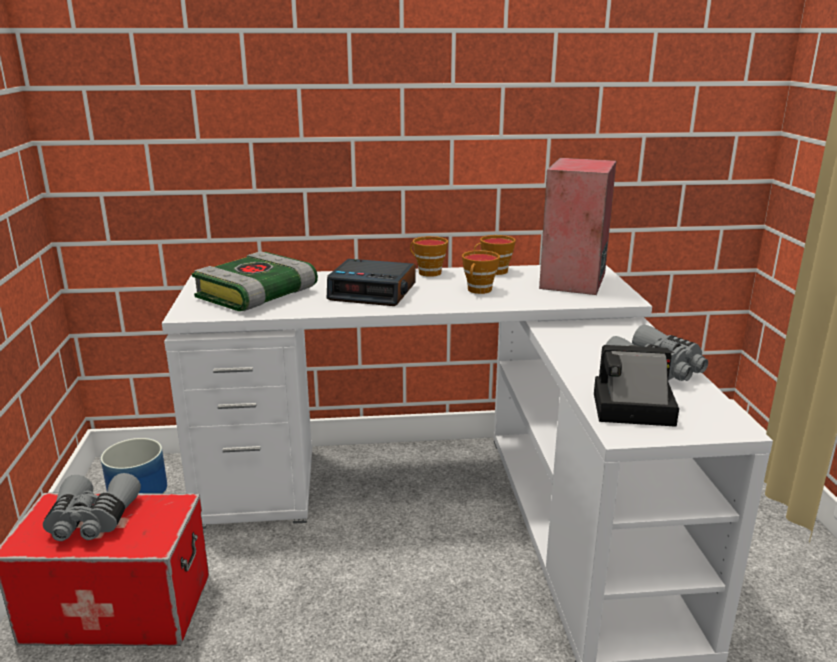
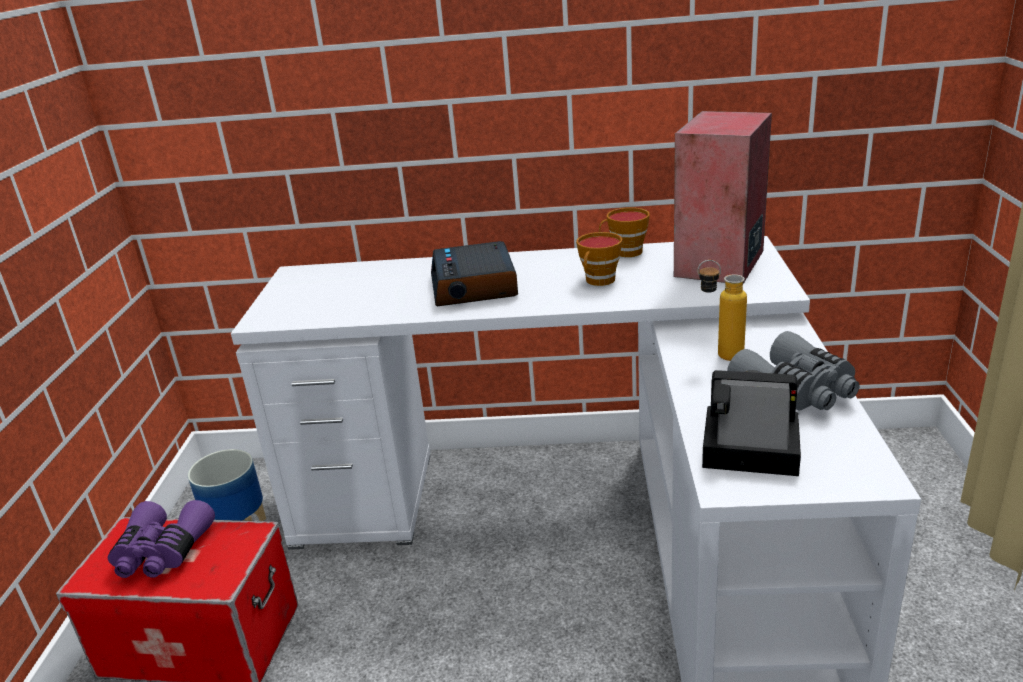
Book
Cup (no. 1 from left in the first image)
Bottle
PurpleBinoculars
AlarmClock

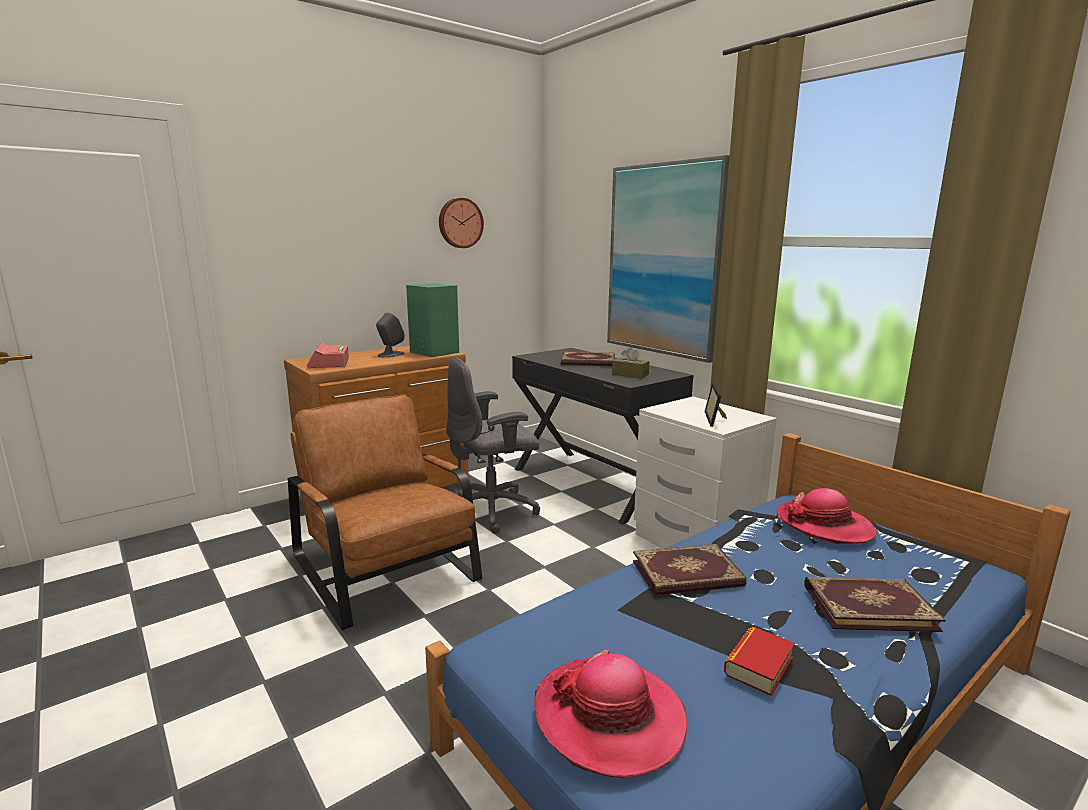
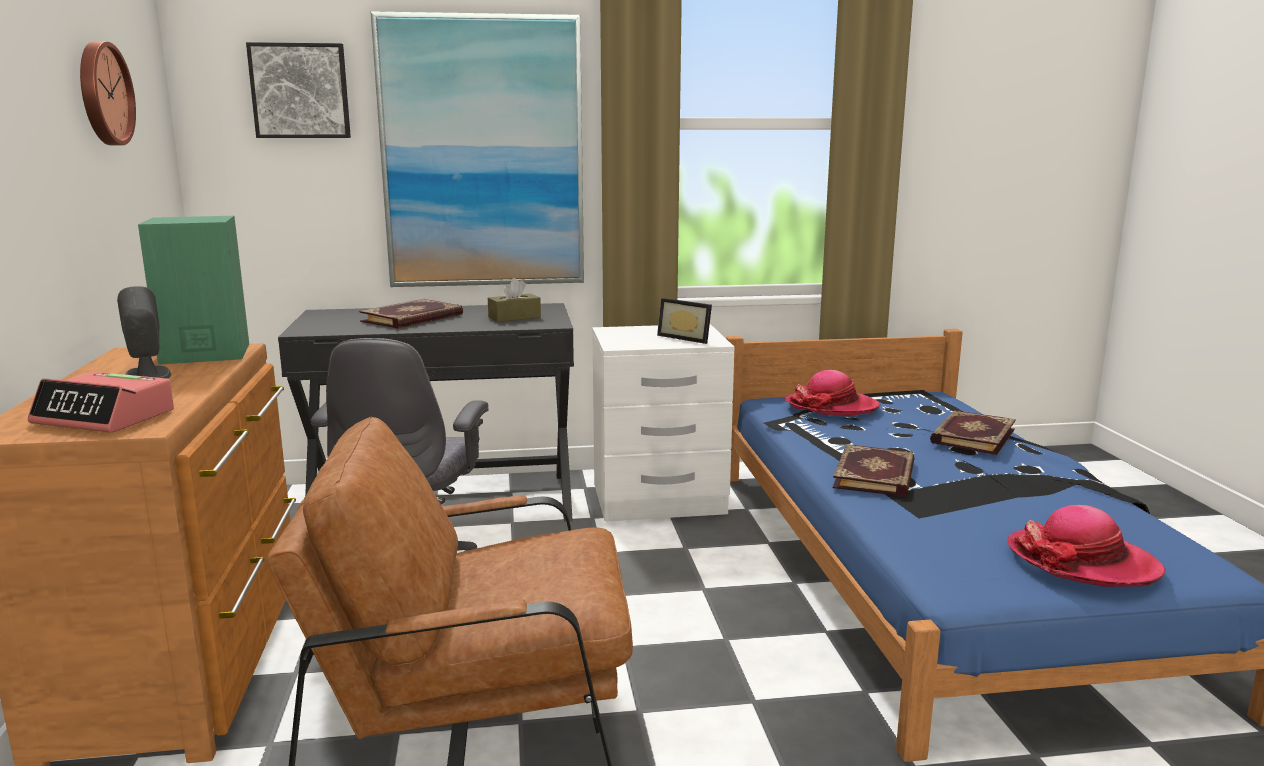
Book (no. 3 from left in the first image)
Picture (no. 1 from left)

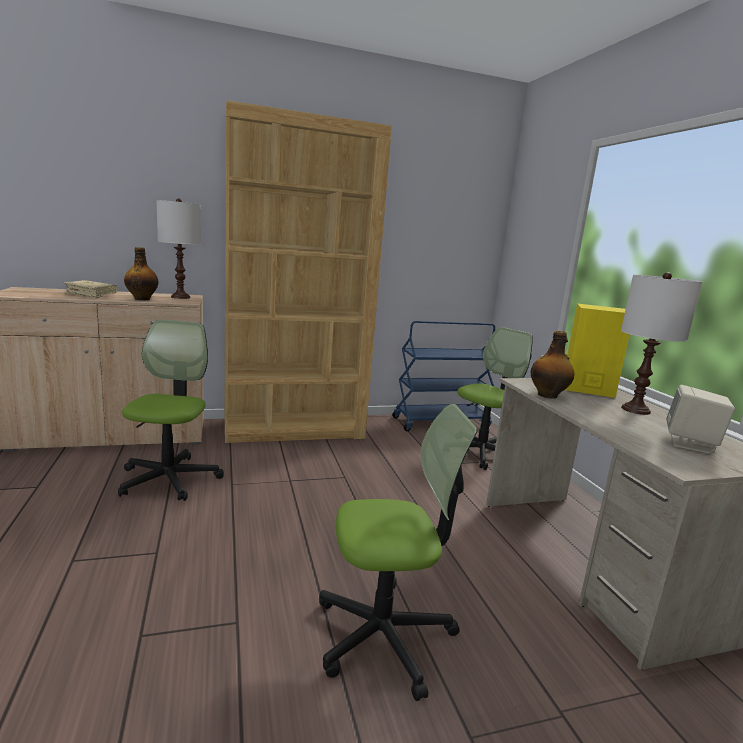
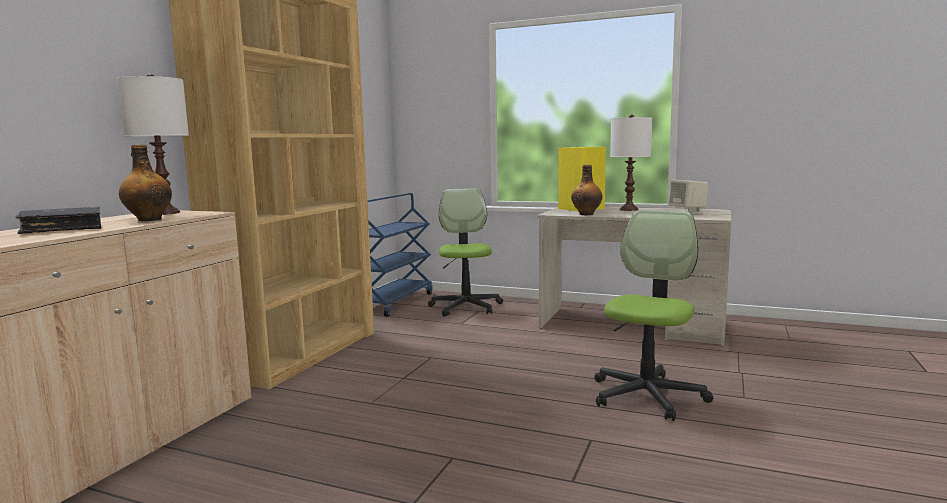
OfficeChair (no. 1 from left in the first image)
BlackBook

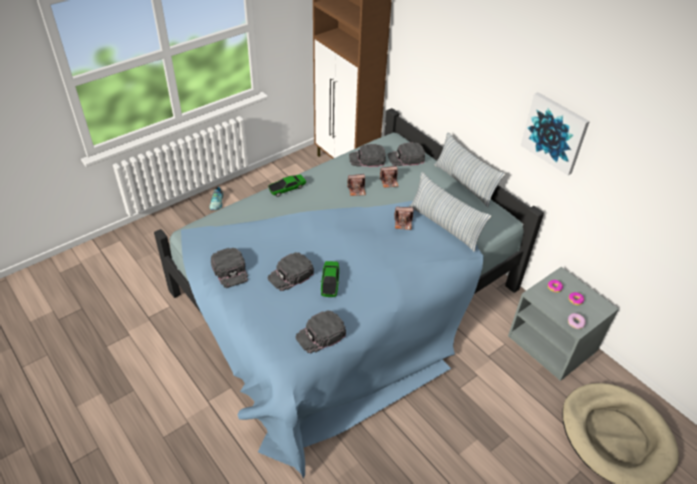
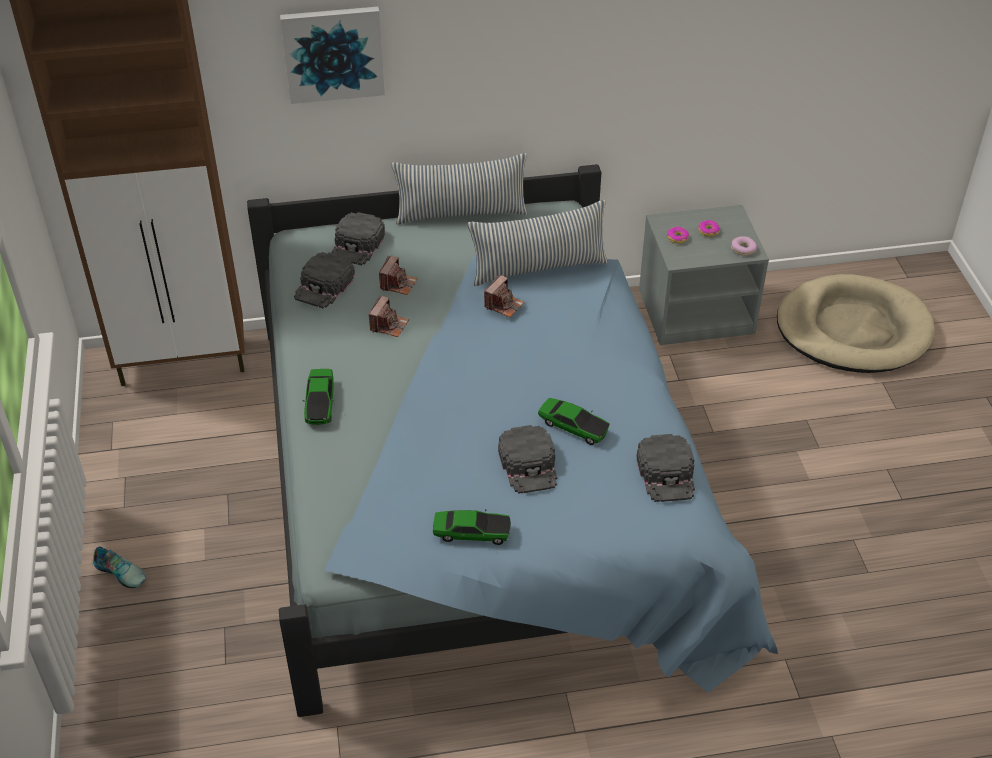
Picture
ToyCar (no. 2 from left)

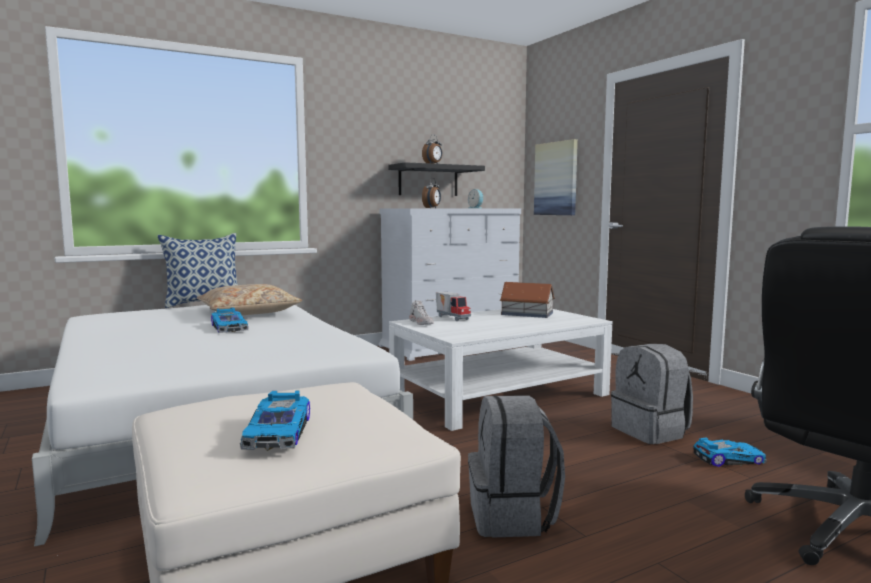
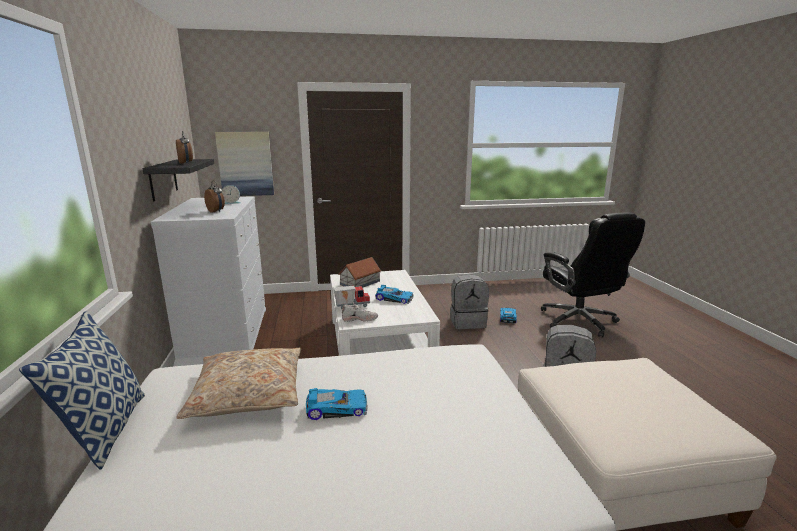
ToyCar (no. 2 from left)

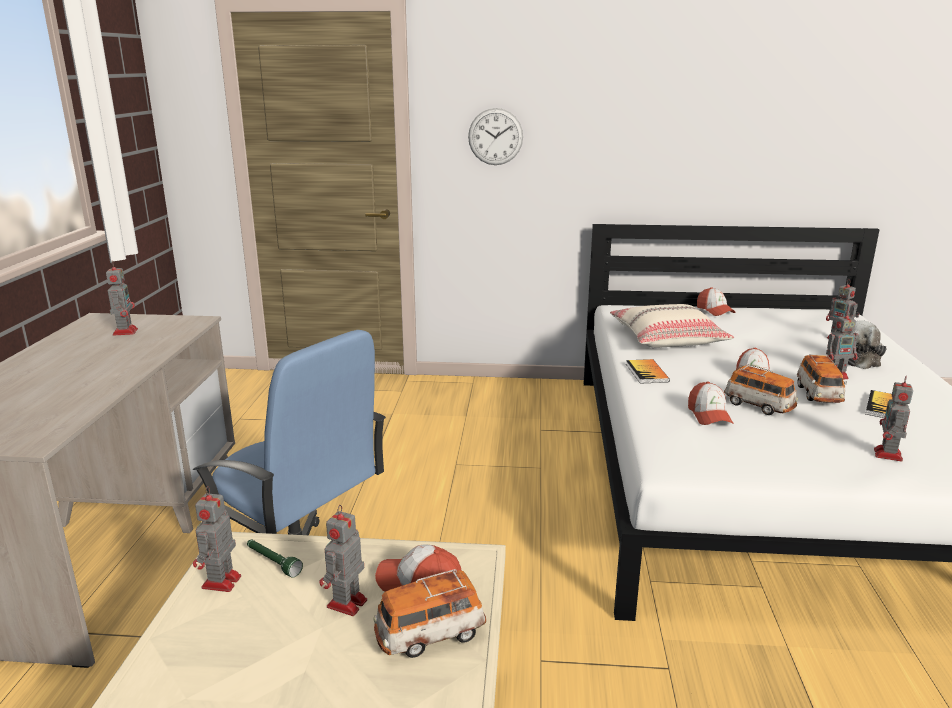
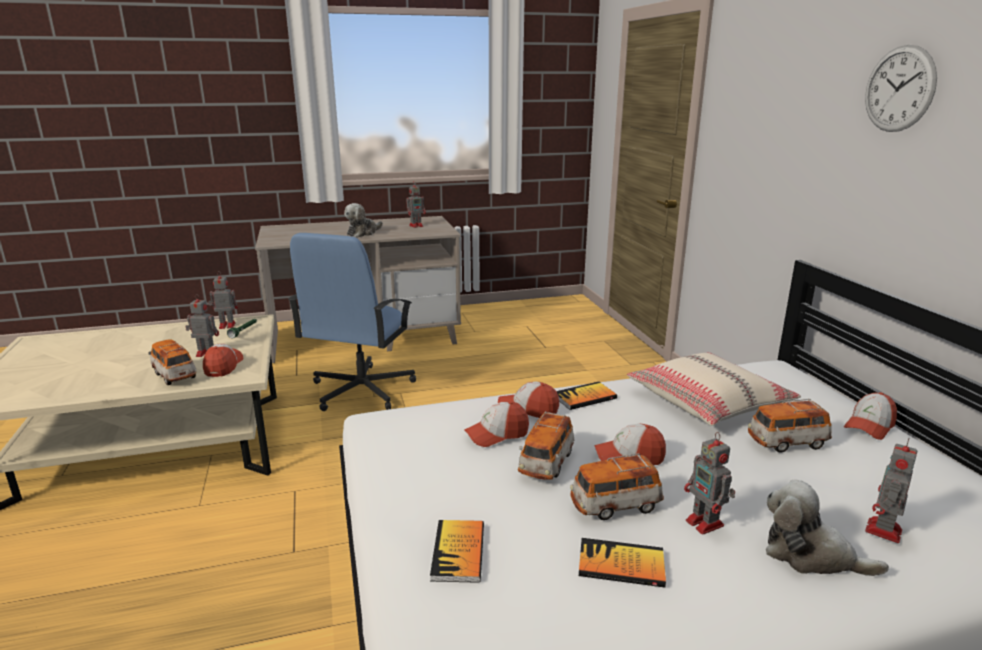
PlushToy (no. 1 from left)
Cap (no. 3 from left)
ToyCar (no. 4 from left)
WallClock
Book (no. 1 from left)

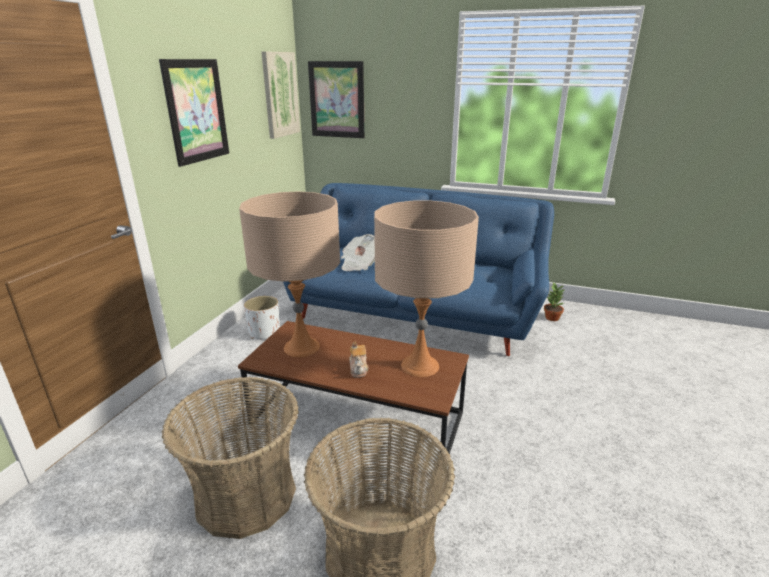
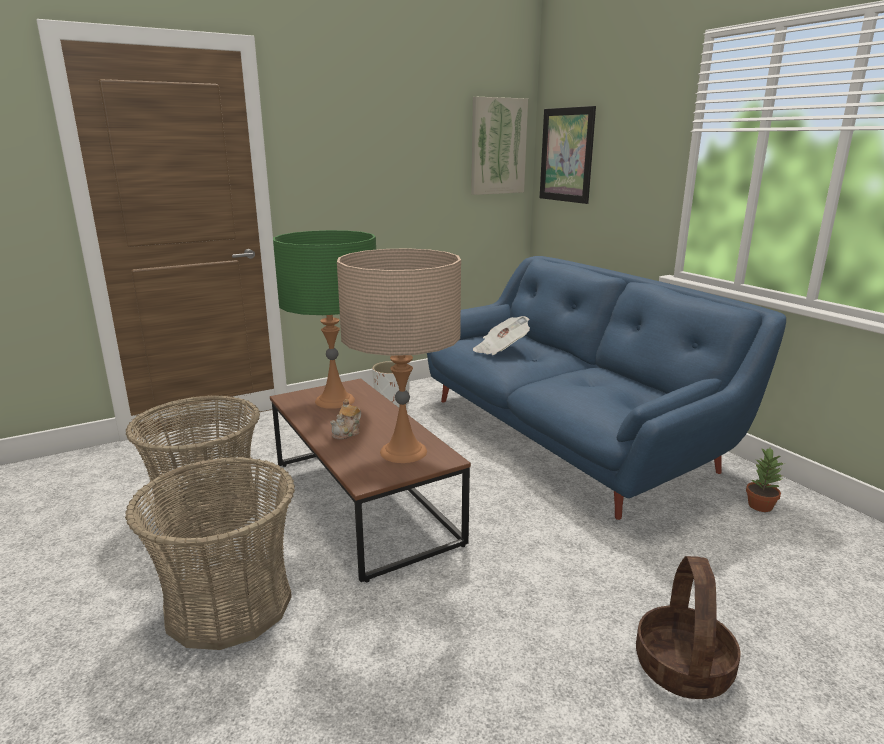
Picture (no. 1 from left in the first image)
Basket (no. 3 from left)
GreenTableLamp

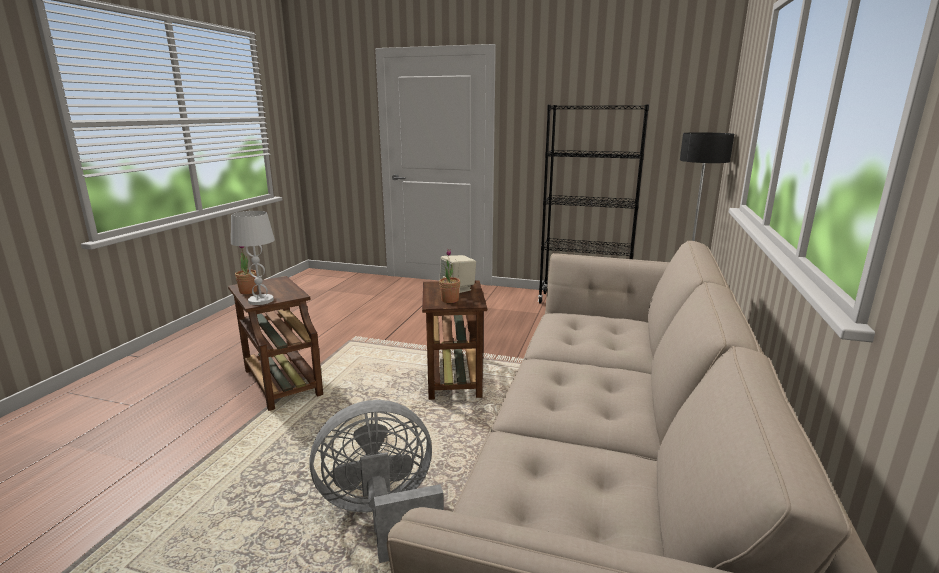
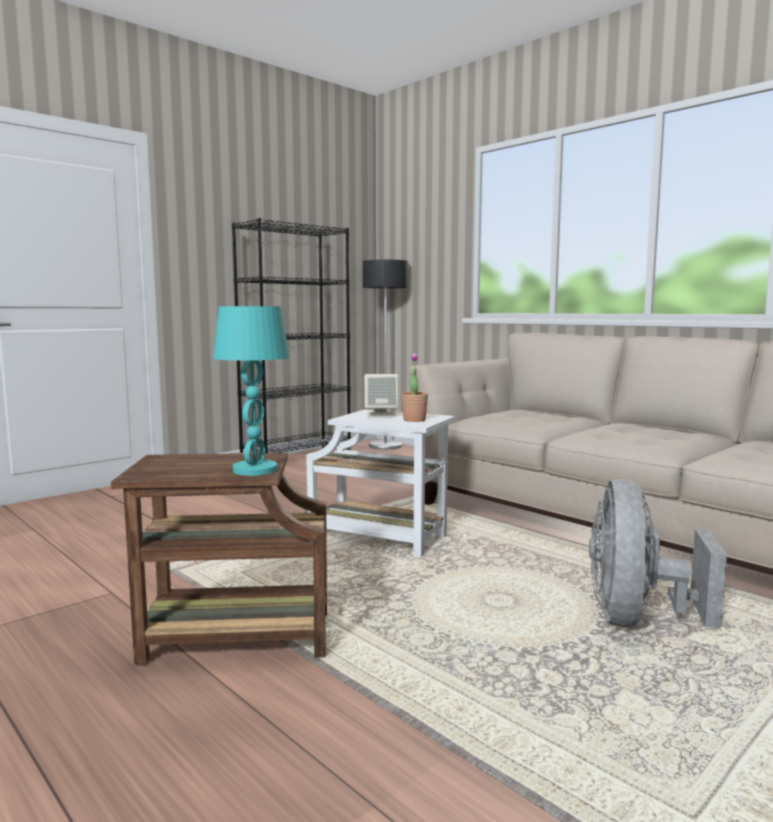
PottedPlant (no. 1 from left in the first image)
TurquoiseTableLamp
WhiteSideTable

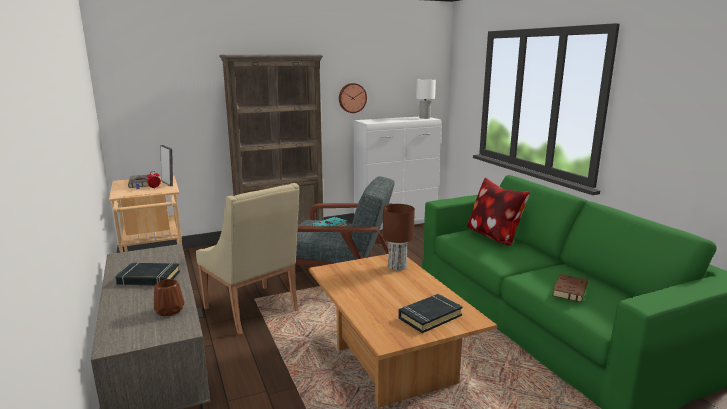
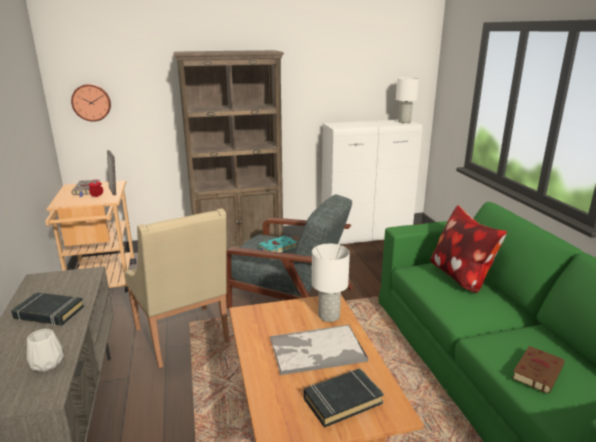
Tray
WallClock
WhiteVase
WhiteTableLamp (no. 1 from left)

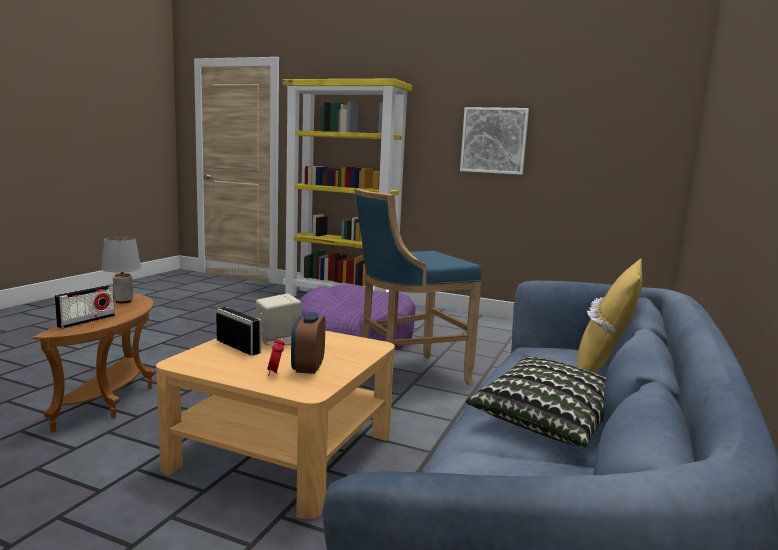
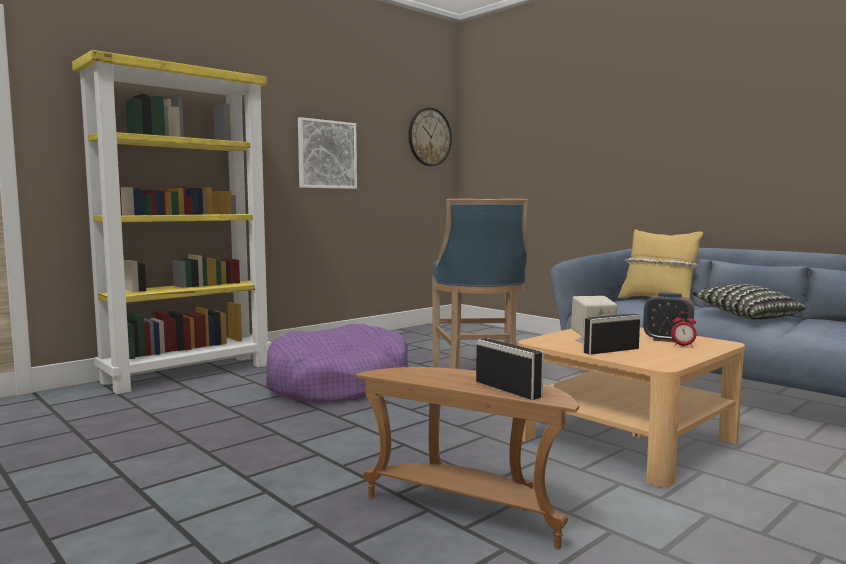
GreyTableLamp
WallClock

